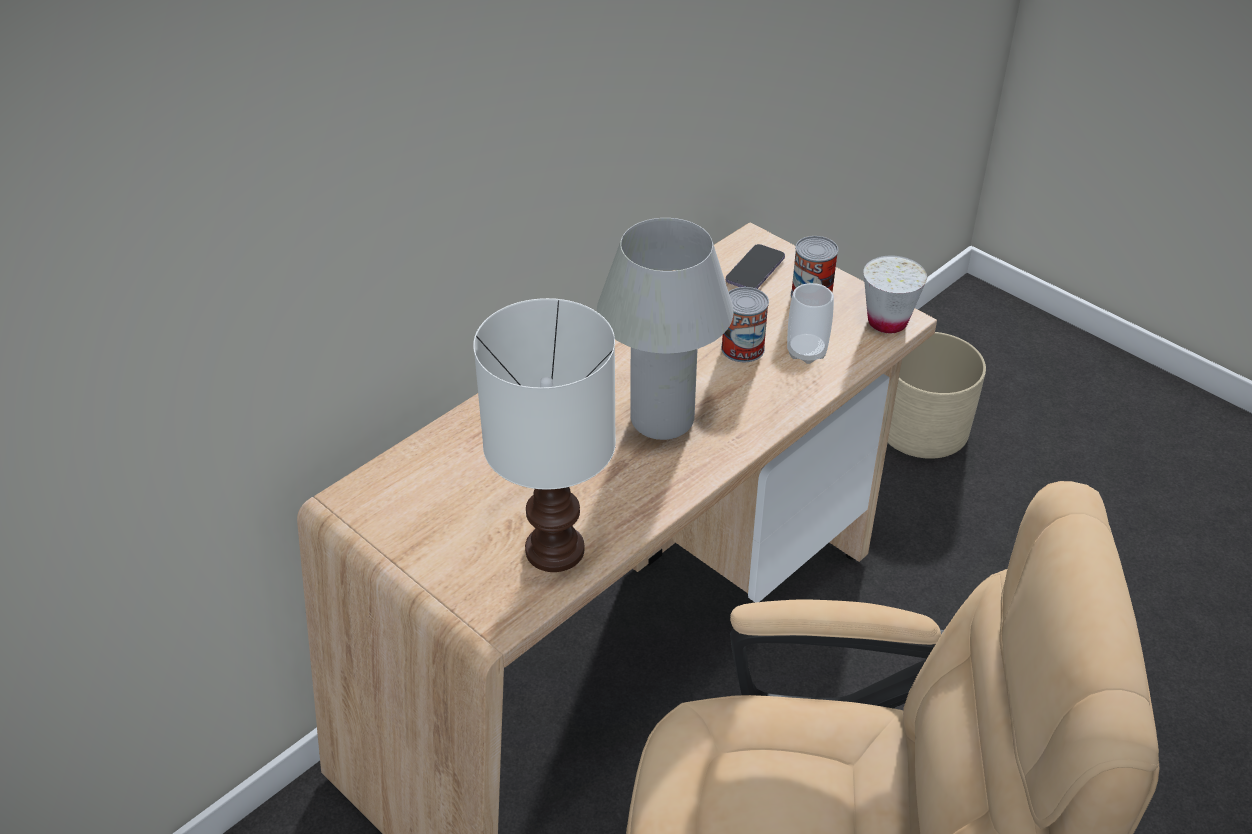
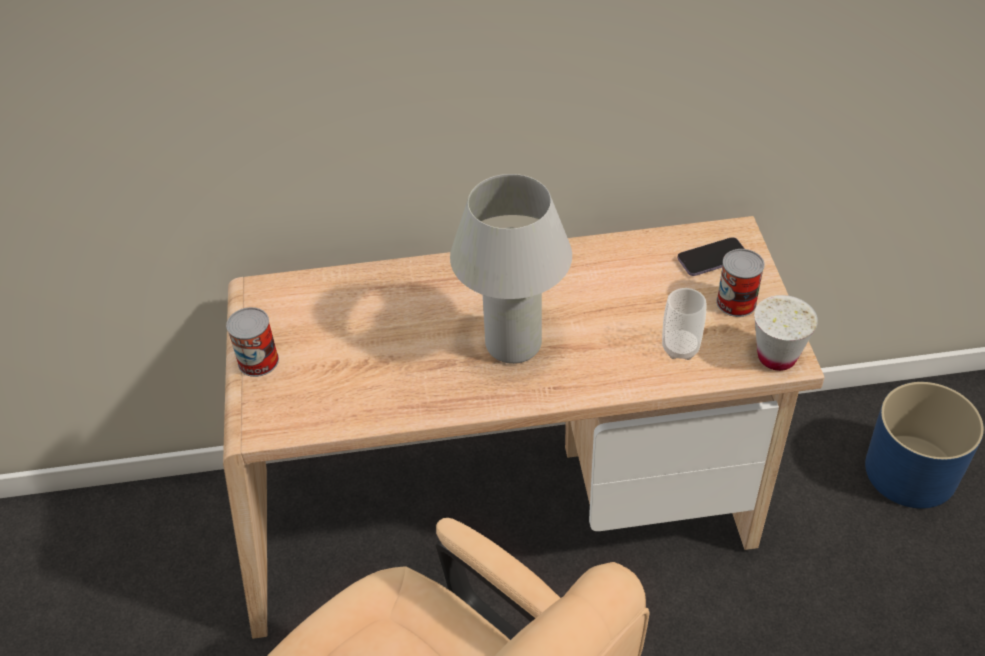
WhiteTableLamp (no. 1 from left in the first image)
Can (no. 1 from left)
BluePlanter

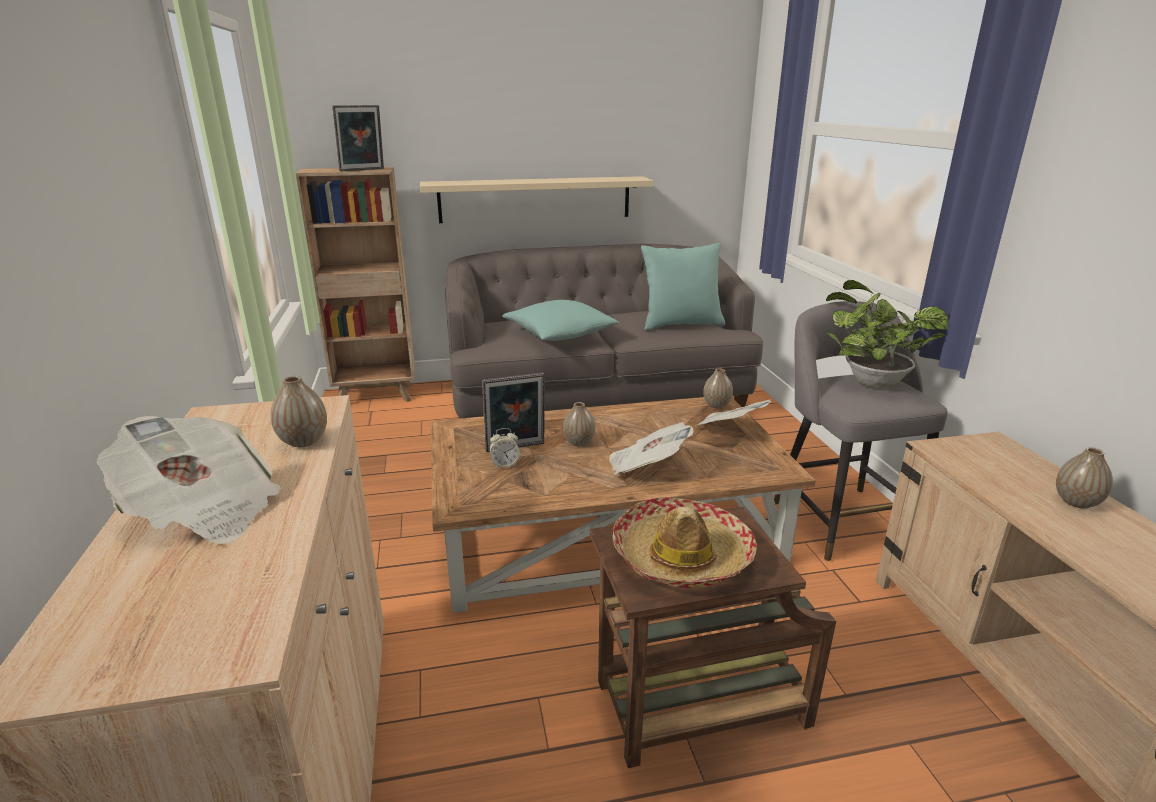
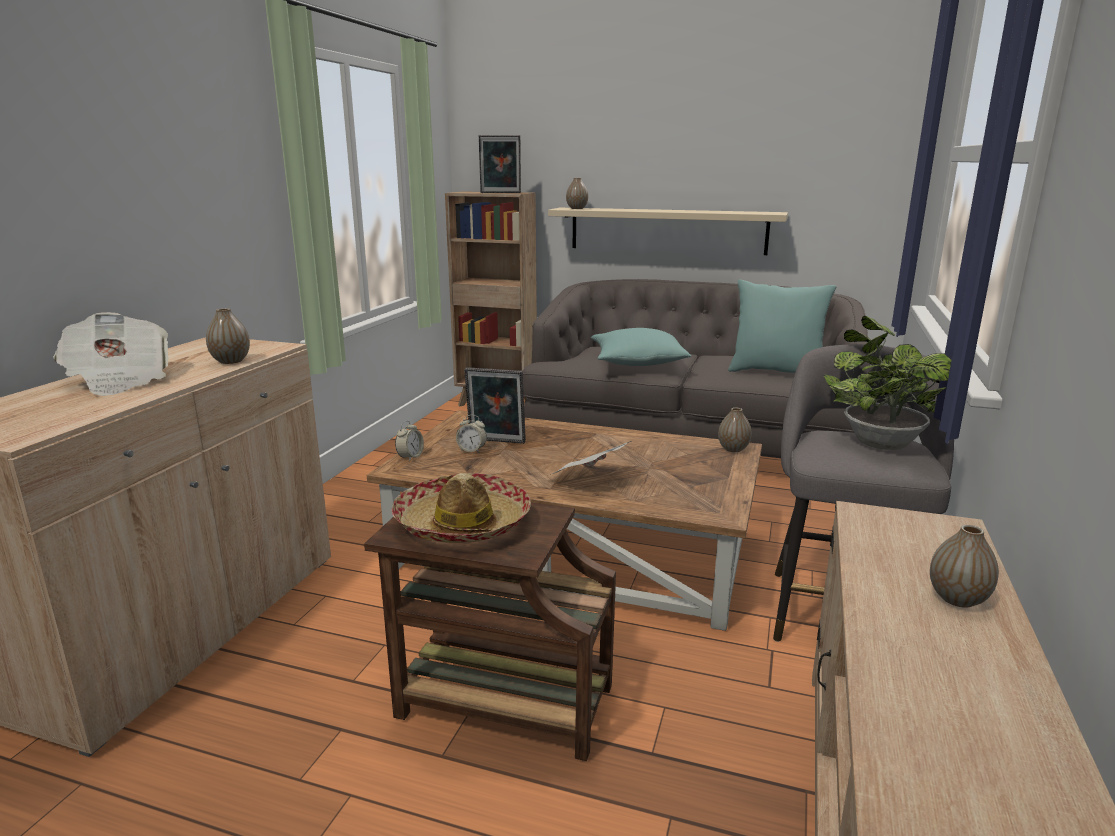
Newspaper (no. 3 from left in the first image)
AlarmClock (no. 1 from left)
Vase (no. 2 from left)

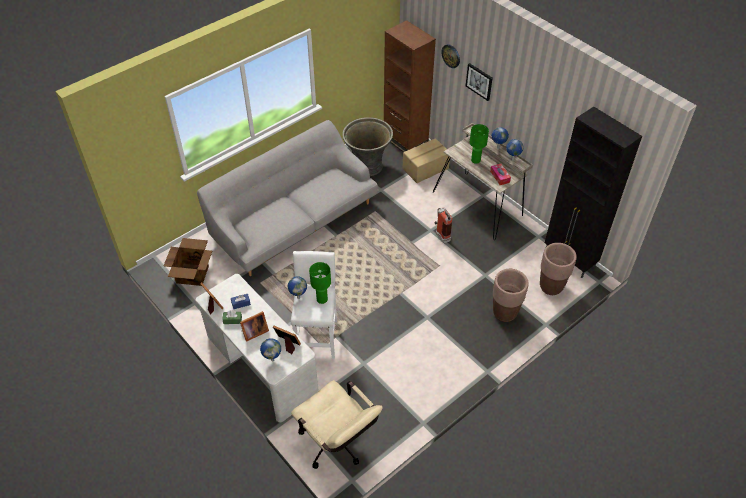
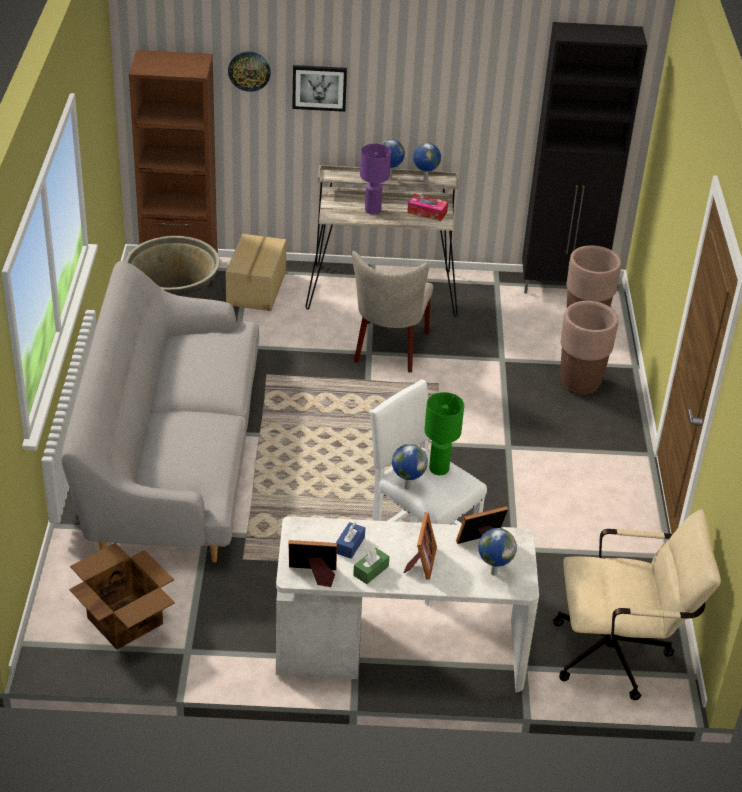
BeigeChair
PurpleTableLamp

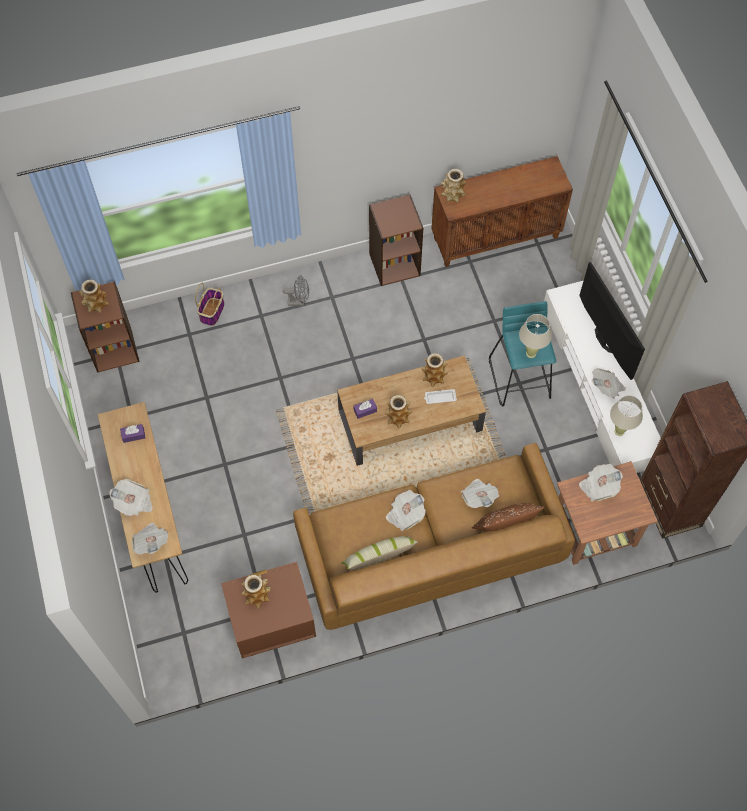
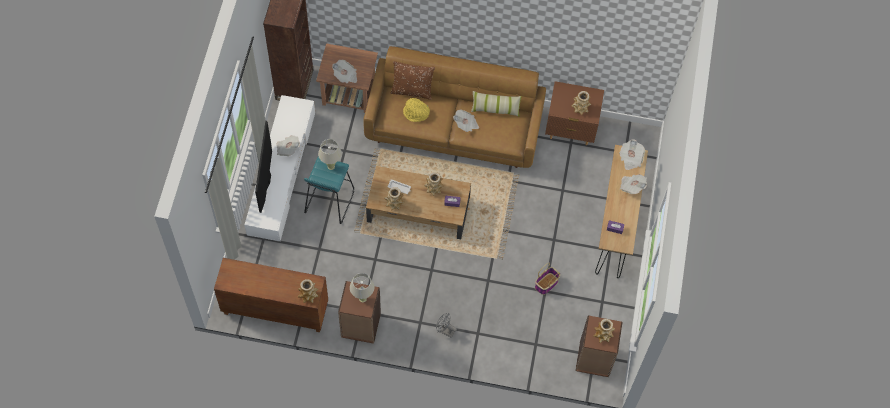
Basket
BeigeTableLamp (no. 2 from left)
YellowHat

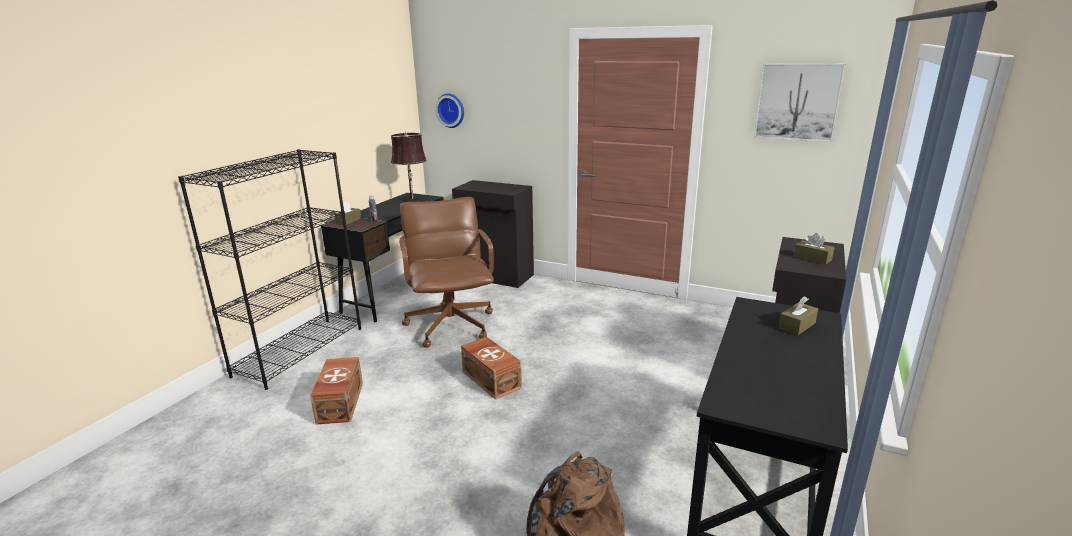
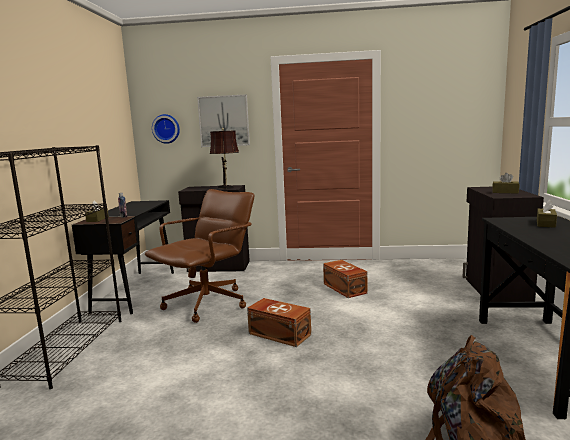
BrownStorageBox (no. 2 from left)
BrownTableLamp
Picture
BrownOfficeChair

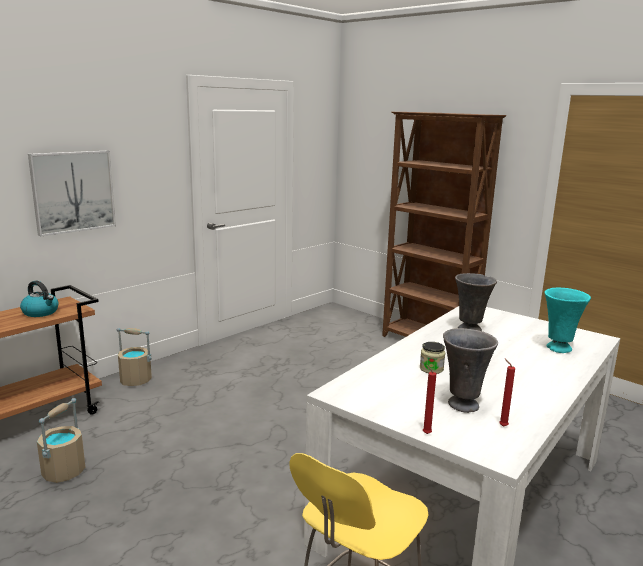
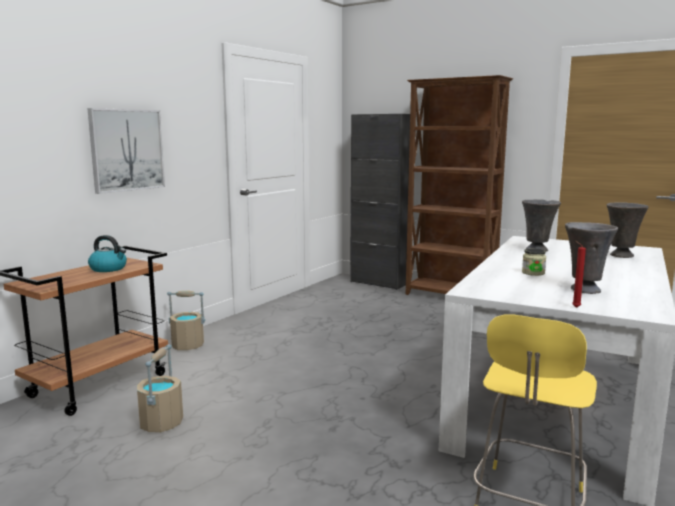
RedCandle (no. 2 from left in the first image)
BlackCabinet
GreyVase (no. 3 from left)

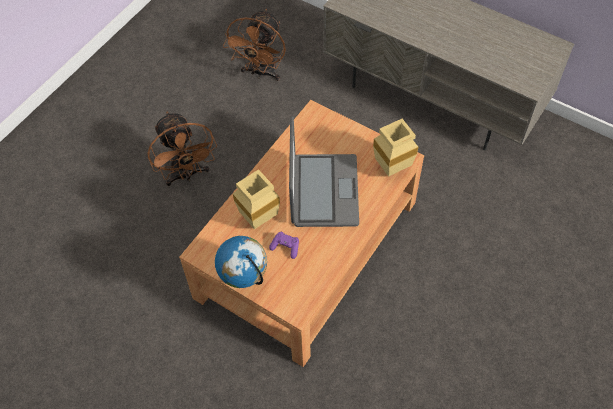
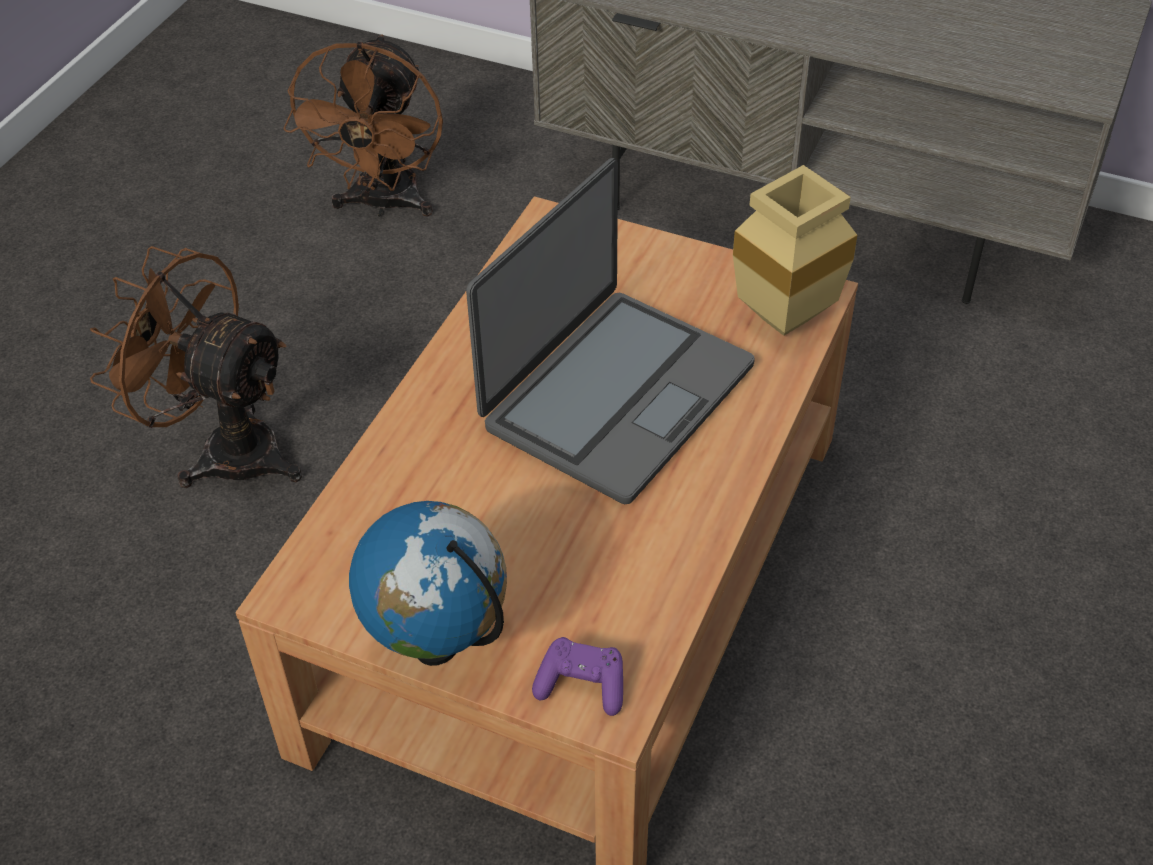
BeigeVase (no. 1 from left in the first image)
PurpleGameController
BrownFan (no. 1 from left)
Laptop

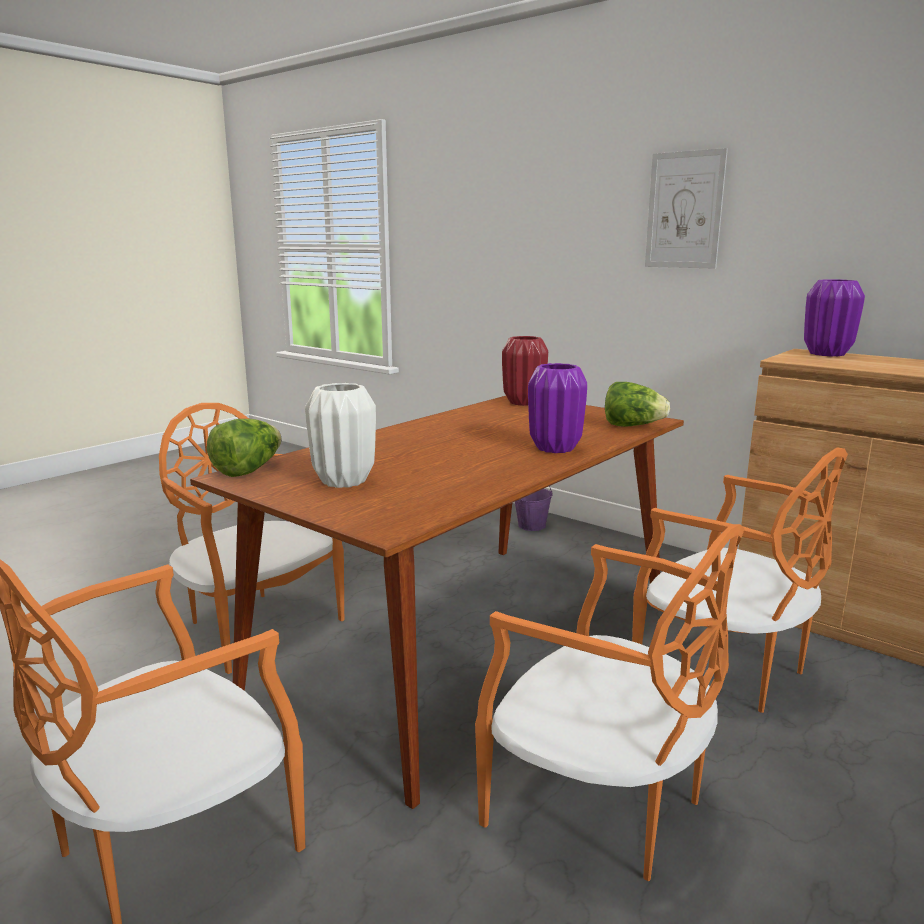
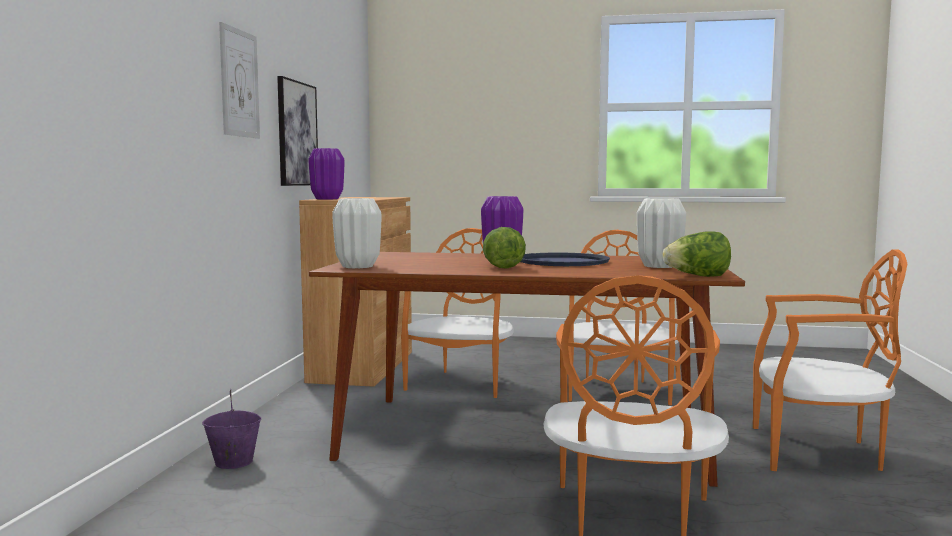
Picture (no. 2 from left)
BlueTray
Lettuce (no. 1 from left)
WhiteVase (no. 1 from left)

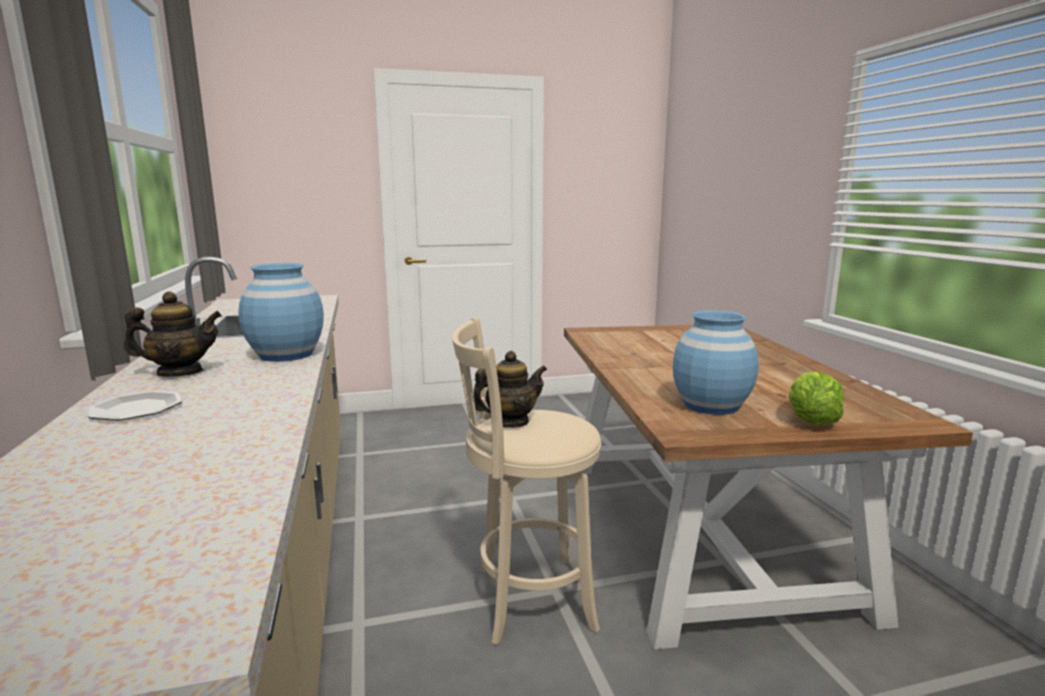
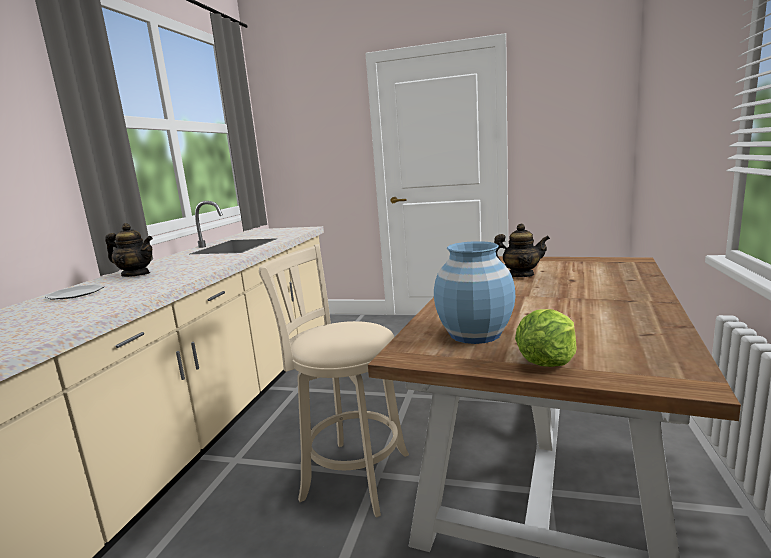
BlueVase (no. 1 from left in the first image)
Teapot (no. 2 from left)

